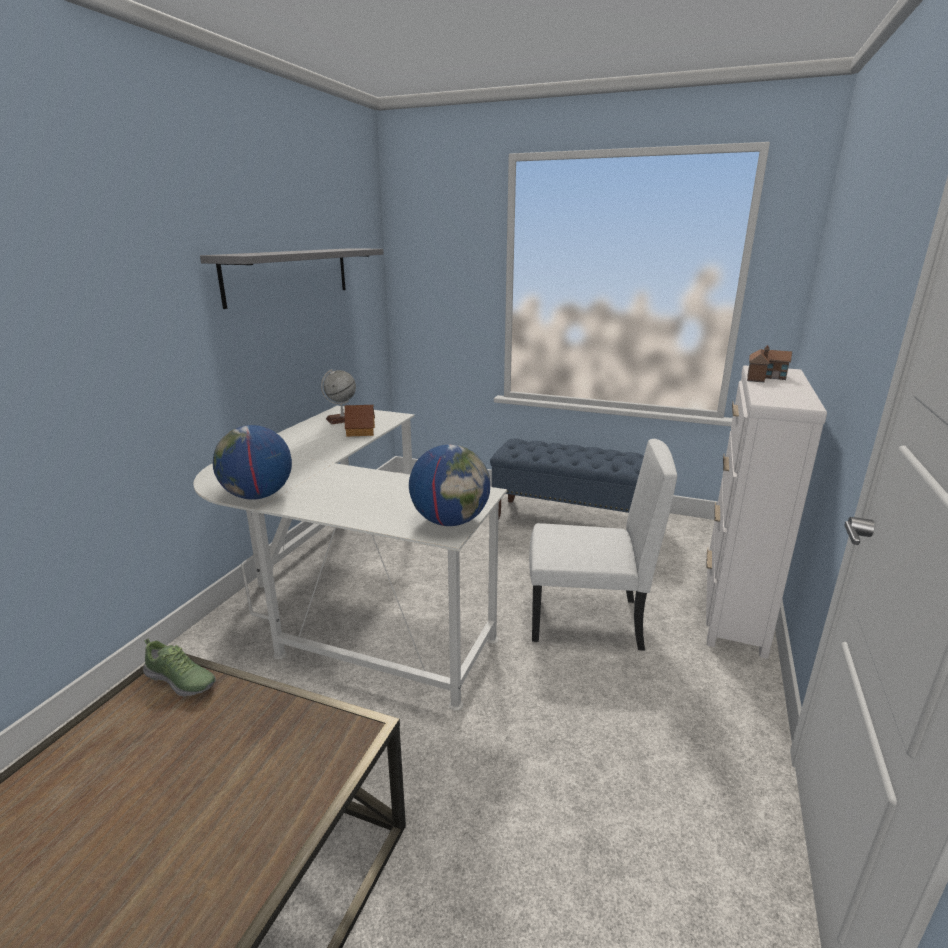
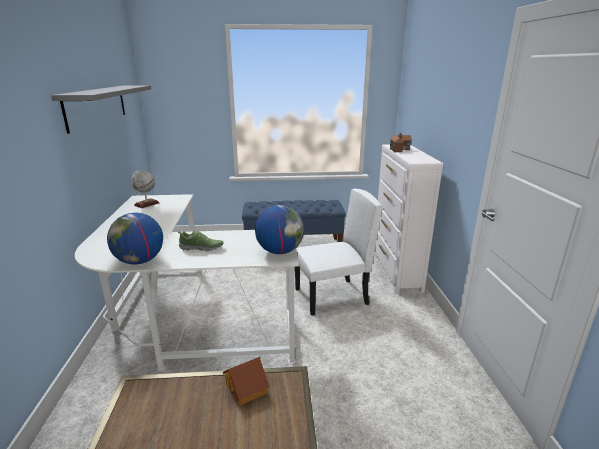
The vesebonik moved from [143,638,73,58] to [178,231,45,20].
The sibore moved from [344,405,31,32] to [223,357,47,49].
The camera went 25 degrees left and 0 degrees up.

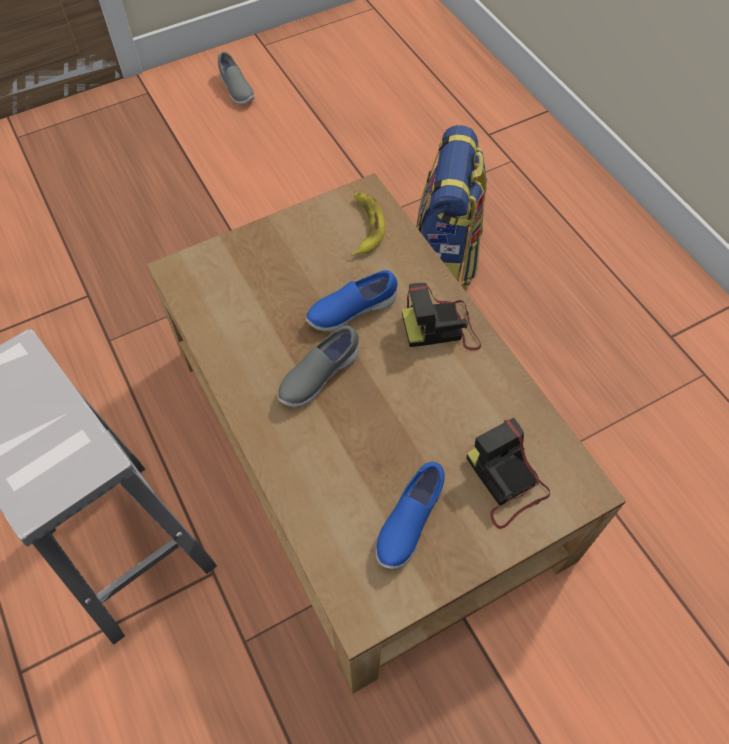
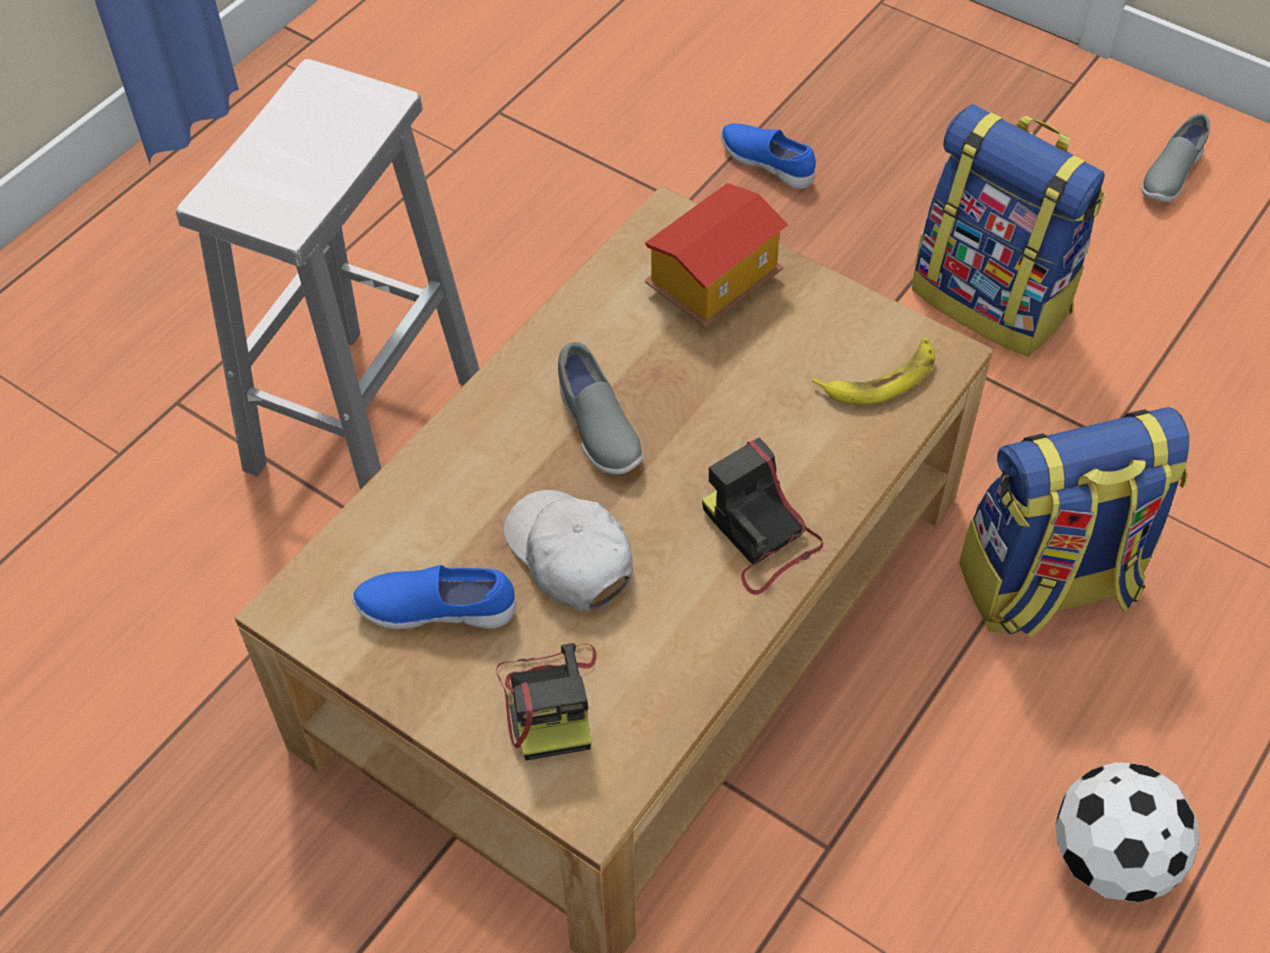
The grey vesebonik at [277,326,82,81] turned 135 degrees counterclockwise.
The blue vesebonik moved from [306,270,92,61] to [721,123,95,66].
The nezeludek at [467,418,83,111] turned 135 degrees clockwise.
The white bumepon at [503,490,130,121] appeared.
The sibore at [645,183,143,144] appeared.
The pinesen at [912,104,193,253] appeared.
The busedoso at [1055,762,144,140] appeared.
The camera went 65 degrees right and 5 degrees down.

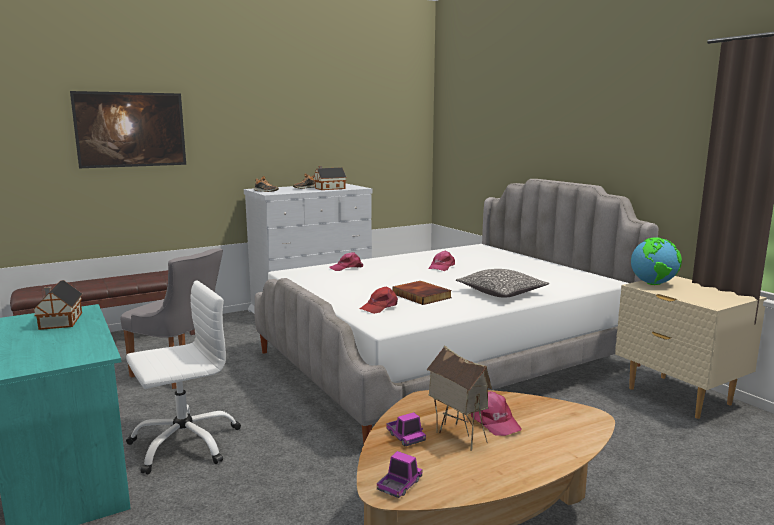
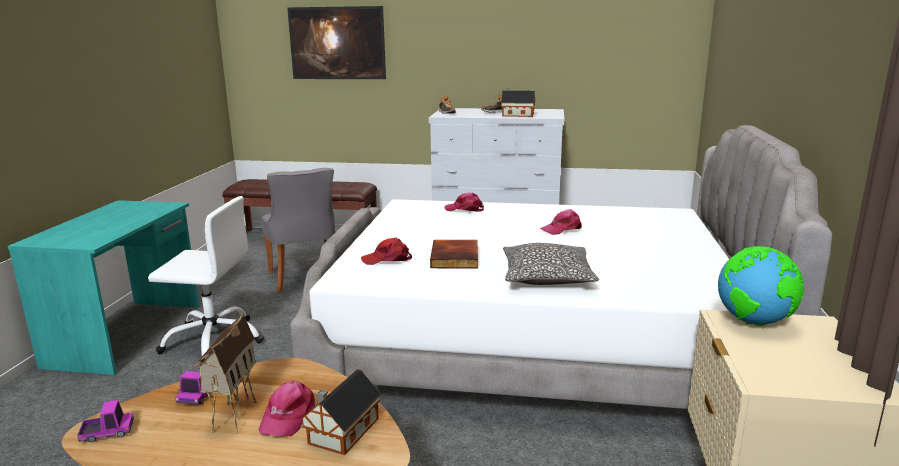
The sibore moved from [32,280,51,50] to [300,369,81,86].
The camera went 40 degrees right and 5 degrees up.

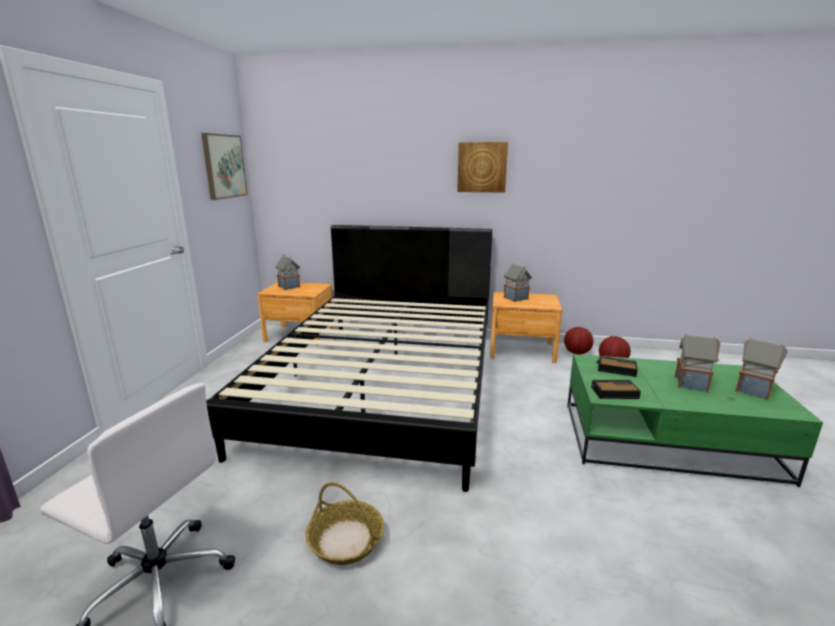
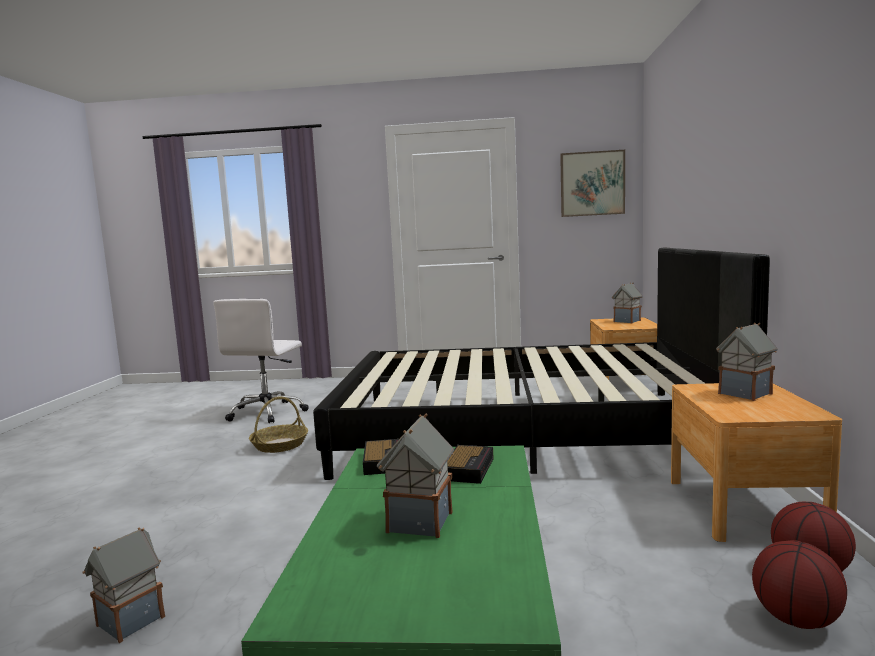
The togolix at [457,142,51,51] disappeared.
The sibore moved from [735,337,53,63] to [82,528,83,115].
The camera went 85 degrees right and 10 degrees down.

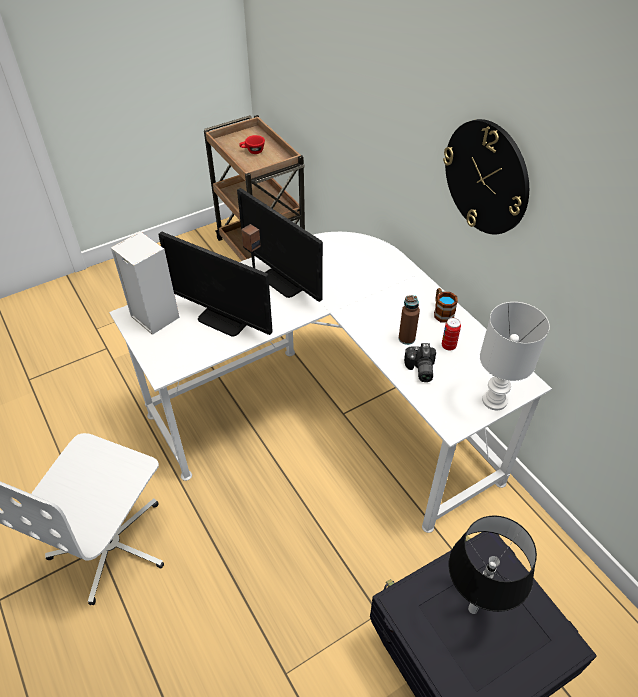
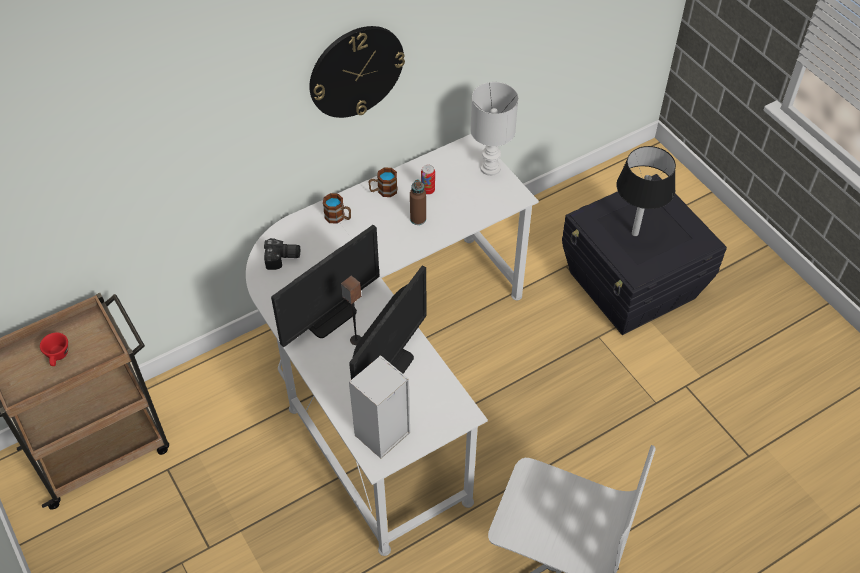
The nezeludek moved from [404,343,32,39] to [264,238,36,32].
The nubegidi at [323,193,28,31] appeared.
The camera went 90 degrees left and 5 degrees up.

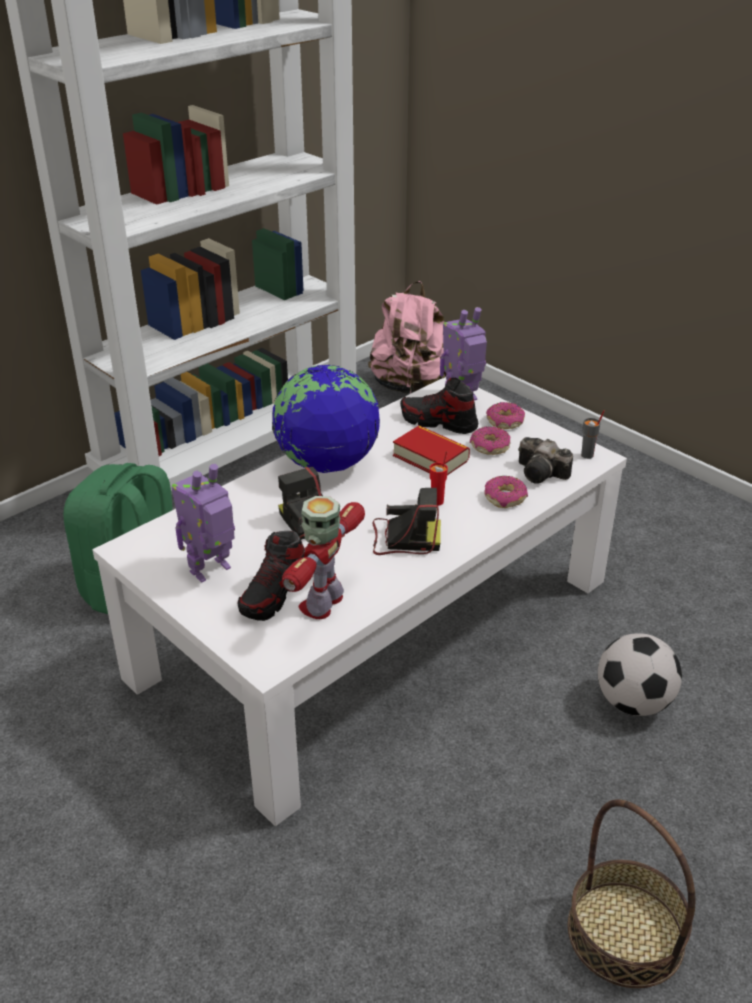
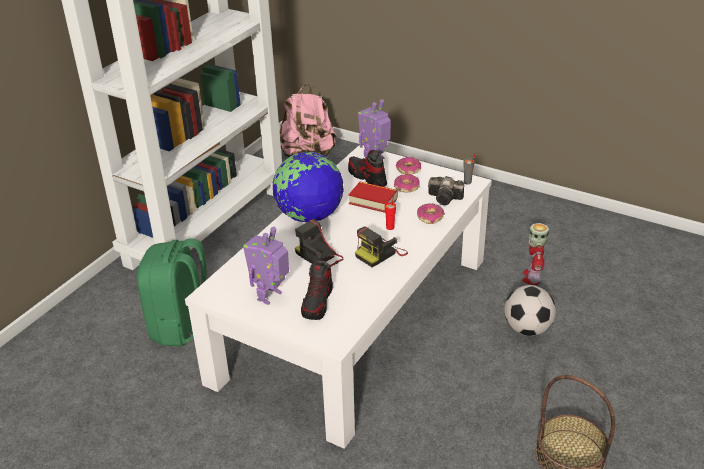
The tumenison moved from [282,496,83,123] to [522,223,28,62].
The nezeludek at [372,488,69,67] turned 150 degrees clockwise.
The vesebonik at [400,378,78,56] turned 45 degrees clockwise.
The camera went 15 degrees left and 0 degrees up.

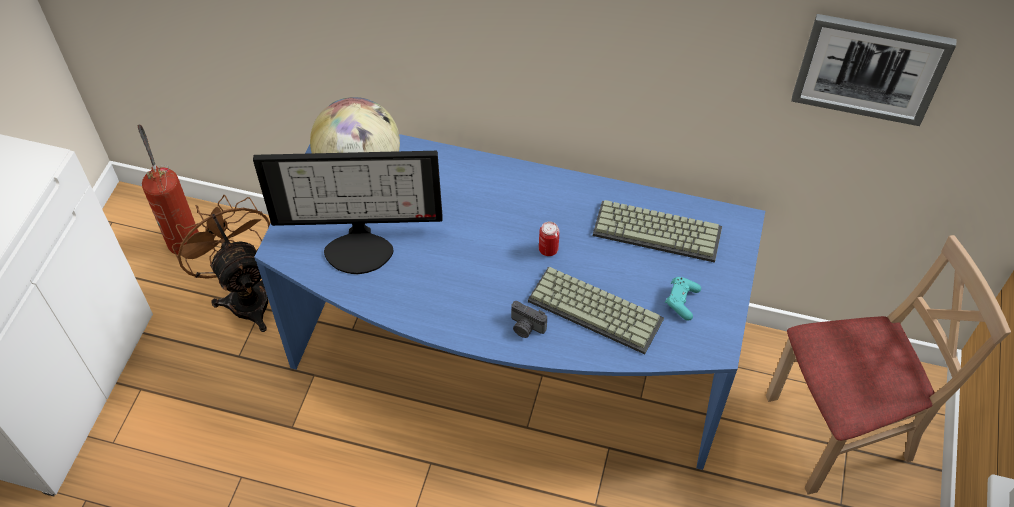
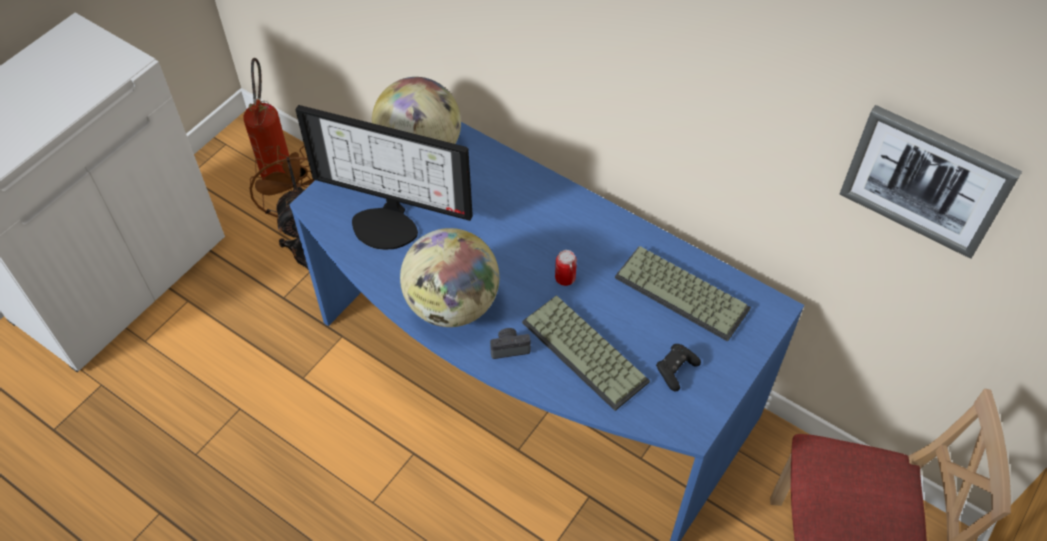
The nezeludek at [511,301,36,37] turned 120 degrees clockwise.
The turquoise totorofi at [665,277,36,44] became the black totorofi at [656,344,45,47].
The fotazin at [400,228,99,99] appeared.
The camera went 20 degrees right and 0 degrees up.

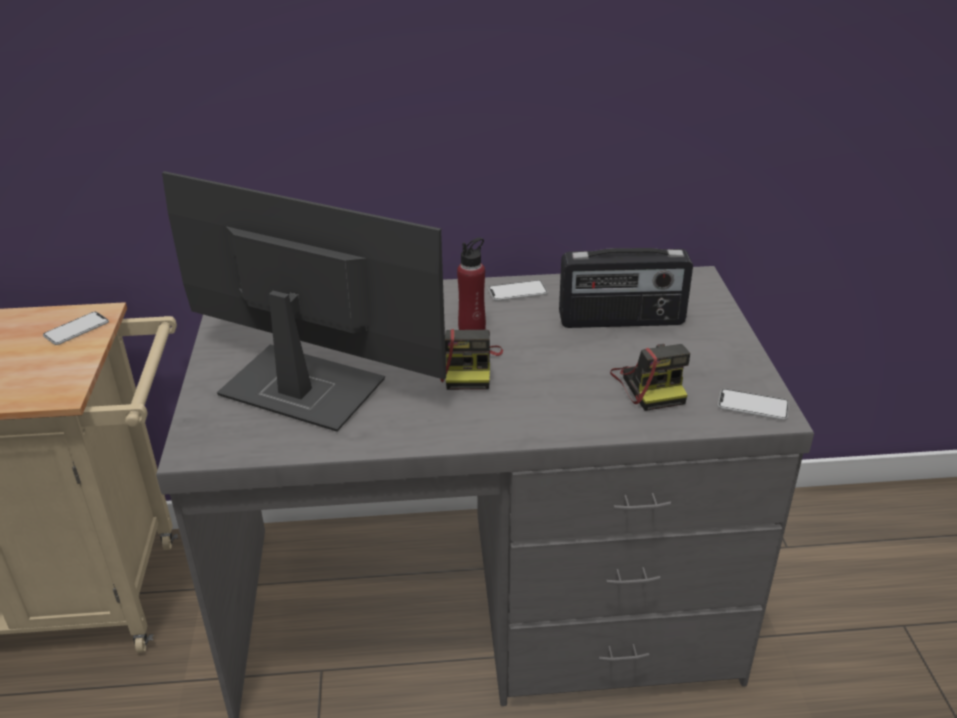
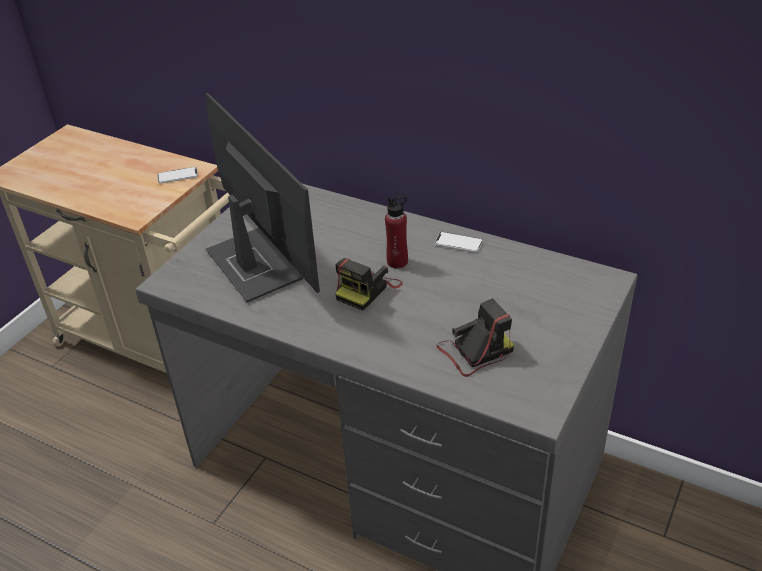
The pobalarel at [559,248,134,80] disappeared.
The nezeludek at [610,344,80,67] turned 135 degrees counterclockwise.
The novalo at [718,389,71,31] disappeared.
The camera went 35 degrees right and 5 degrees up.

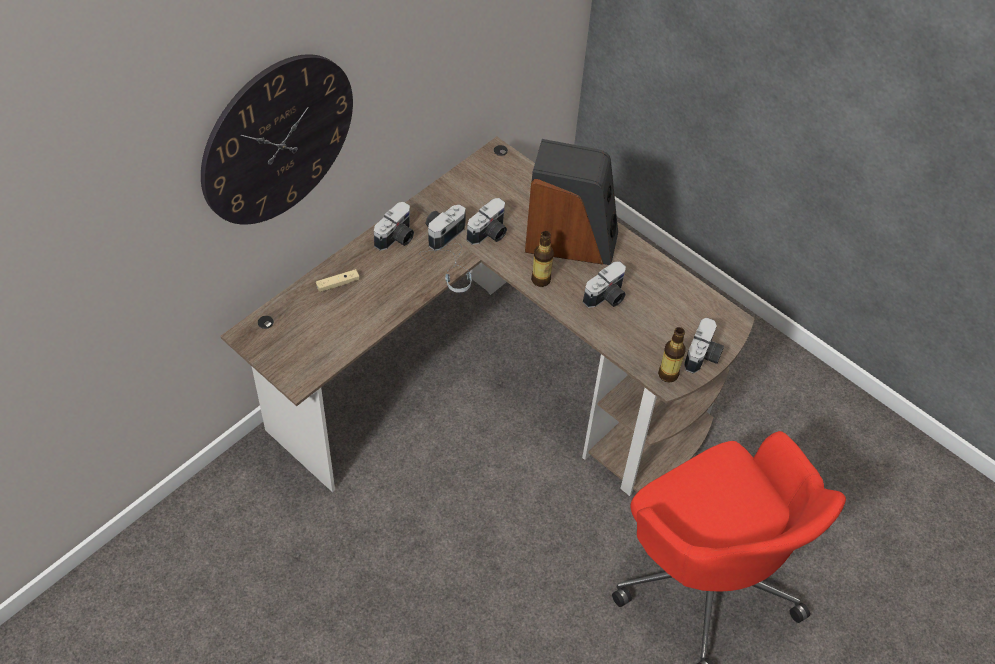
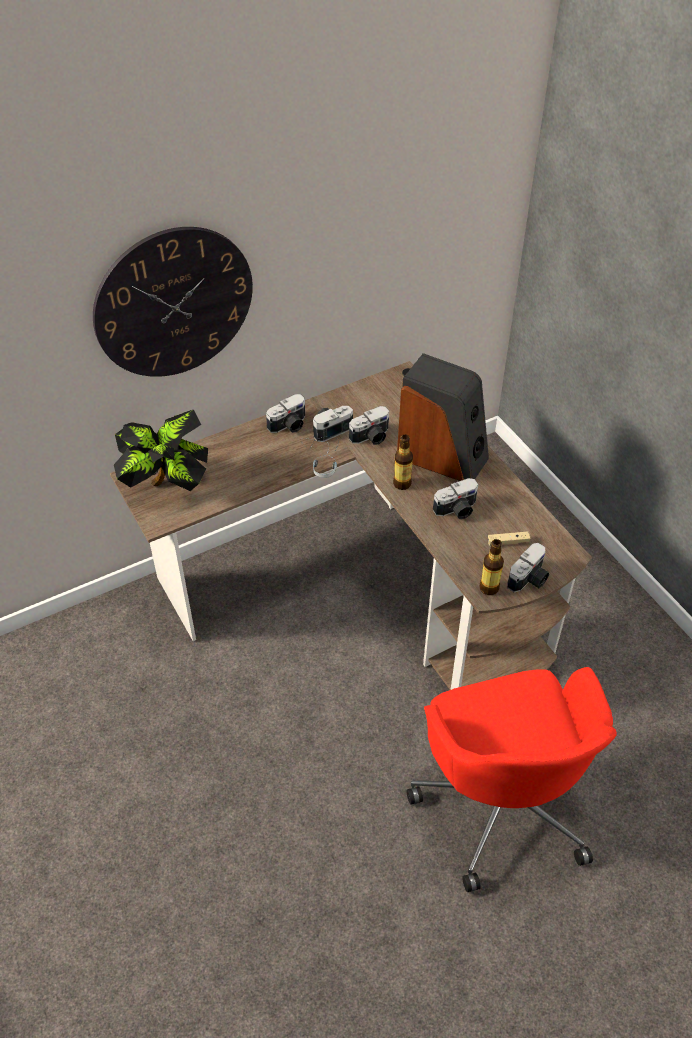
The beige totorofi moved from [316,269,44,23] to [488,531,42,15].
The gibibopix at [114,410,94,81] appeared.
The camera went 20 degrees right and 5 degrees down.

